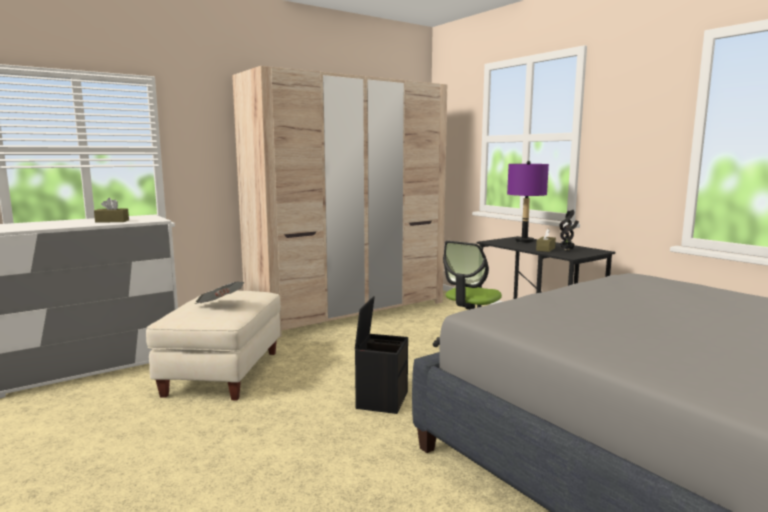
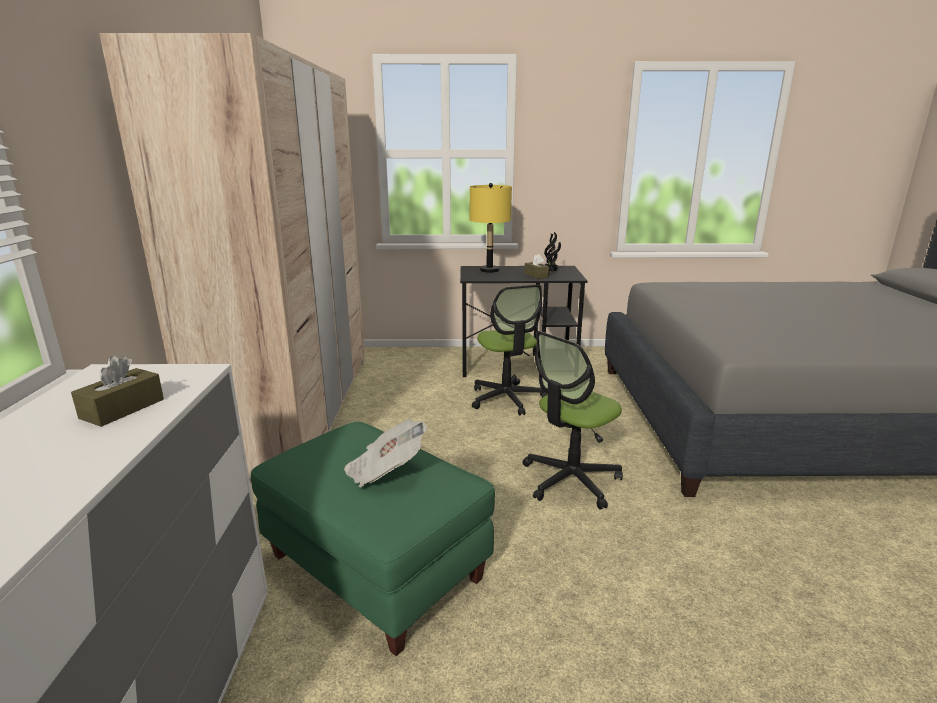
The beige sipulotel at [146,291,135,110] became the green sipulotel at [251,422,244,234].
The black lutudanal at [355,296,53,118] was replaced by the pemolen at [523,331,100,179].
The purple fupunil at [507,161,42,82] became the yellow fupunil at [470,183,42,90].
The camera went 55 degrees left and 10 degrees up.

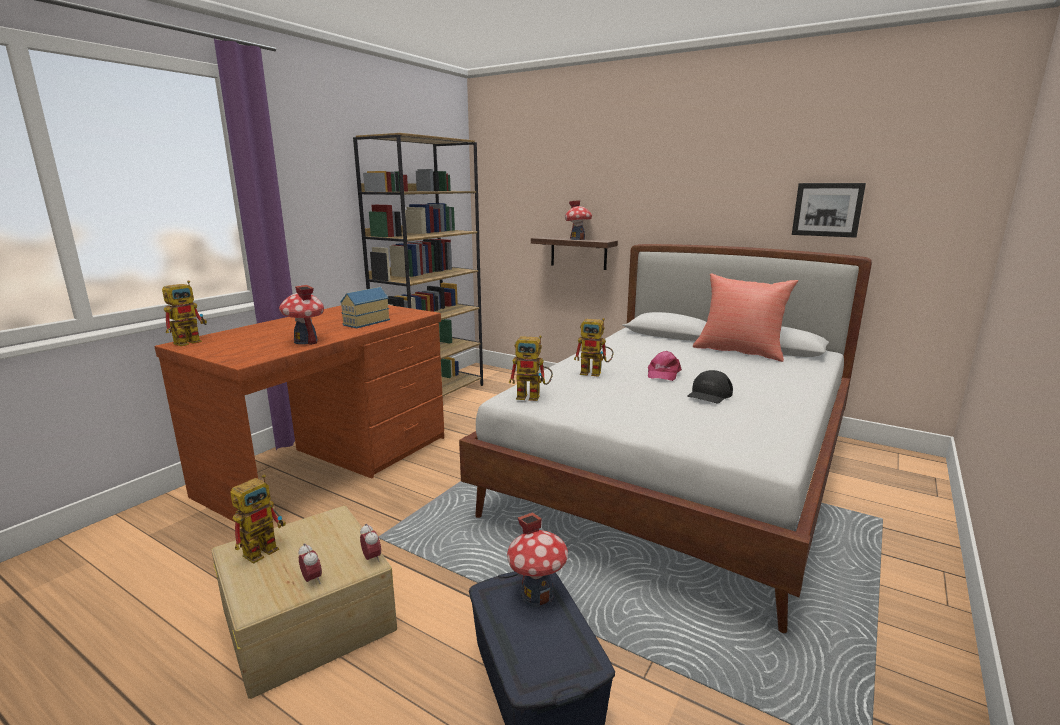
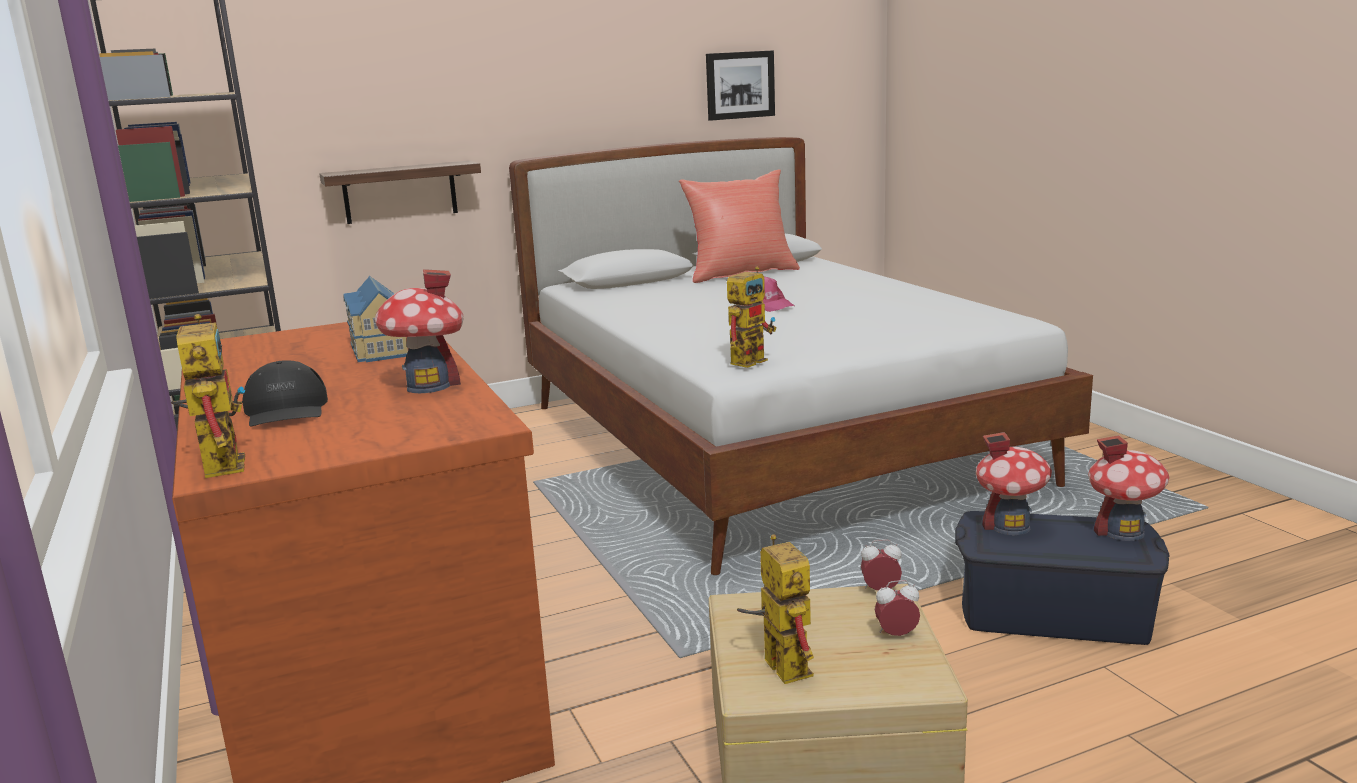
The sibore moved from [565,201,27,39] to [1088,435,81,106].
The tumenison at [574,318,40,59] disappeared.
The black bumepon moved from [687,370,46,33] to [242,360,86,67].
The camera went 55 degrees left and 0 degrees up.

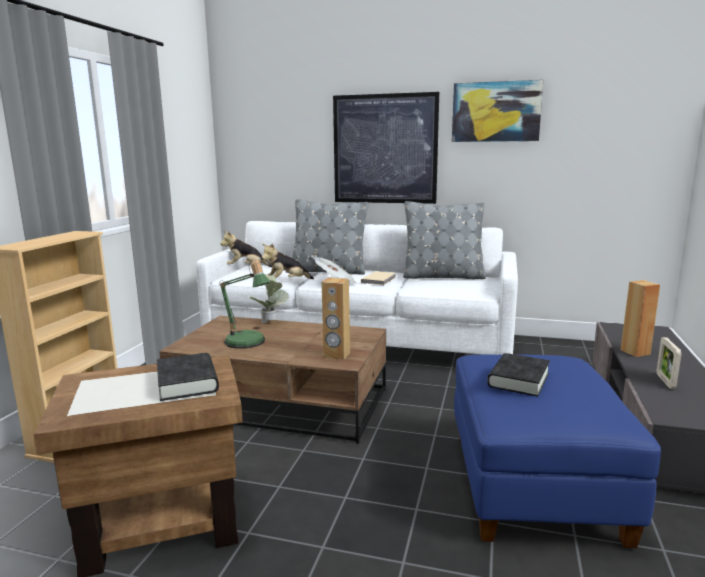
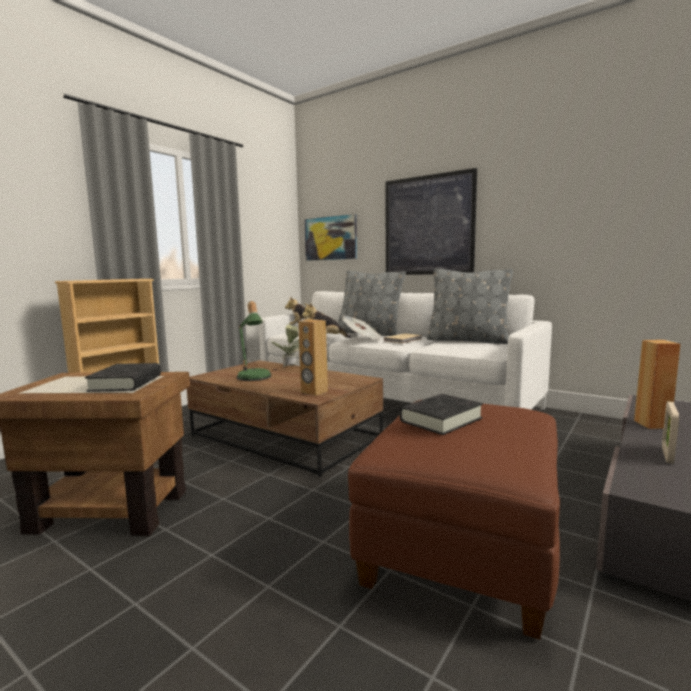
The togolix moved from [452,80,91,62] to [304,214,53,47].
The blue sipulotel at [454,354,207,194] became the brown sipulotel at [348,400,212,240].
The camera went 20 degrees right and 5 degrees down.

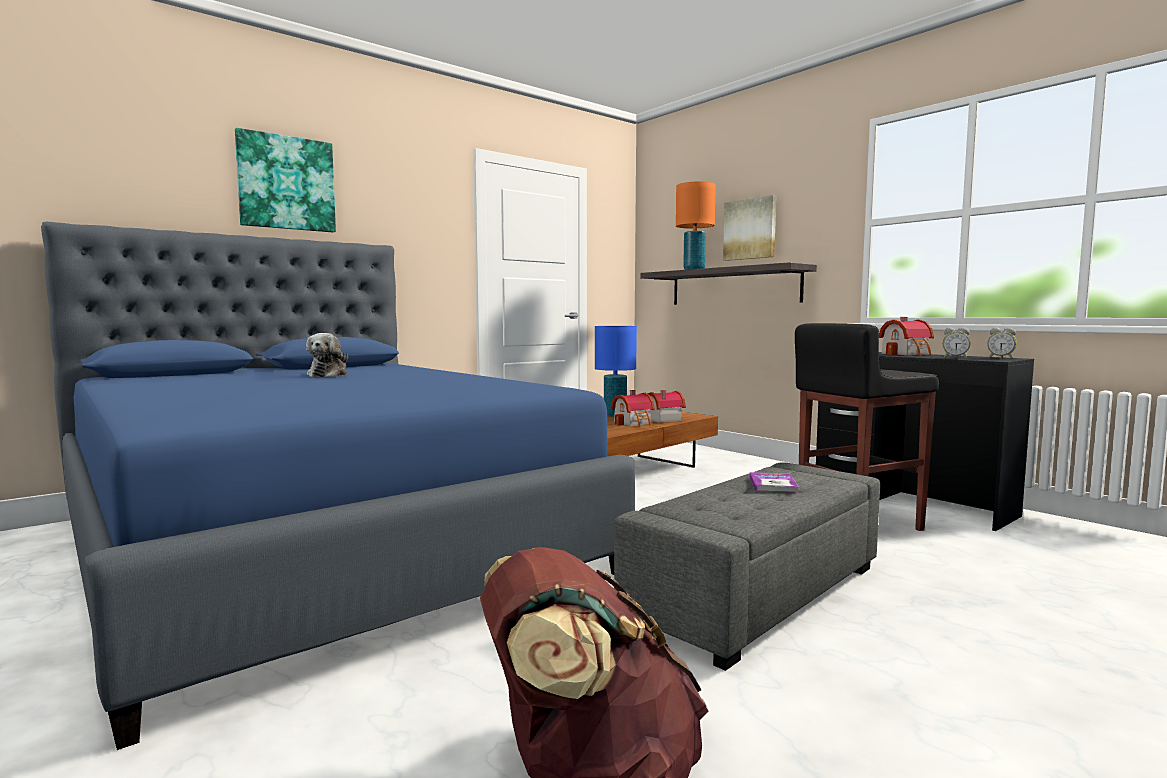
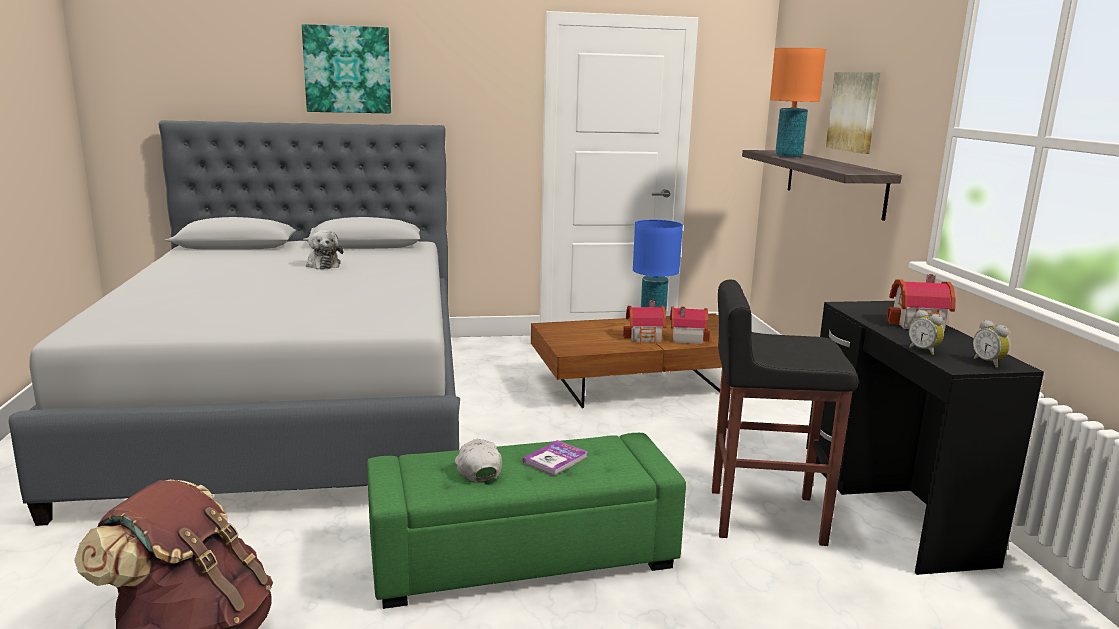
The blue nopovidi at [41,222,594,528] became the grey nopovidi at [9,120,451,406].
The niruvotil at [306,333,42,44] turned 60 degrees counterclockwise.
The grey sipulotel at [614,462,266,209] became the green sipulotel at [367,433,319,176].
The white bumepon at [455,439,47,43] appeared.
The camera went 30 degrees right and 10 degrees up.

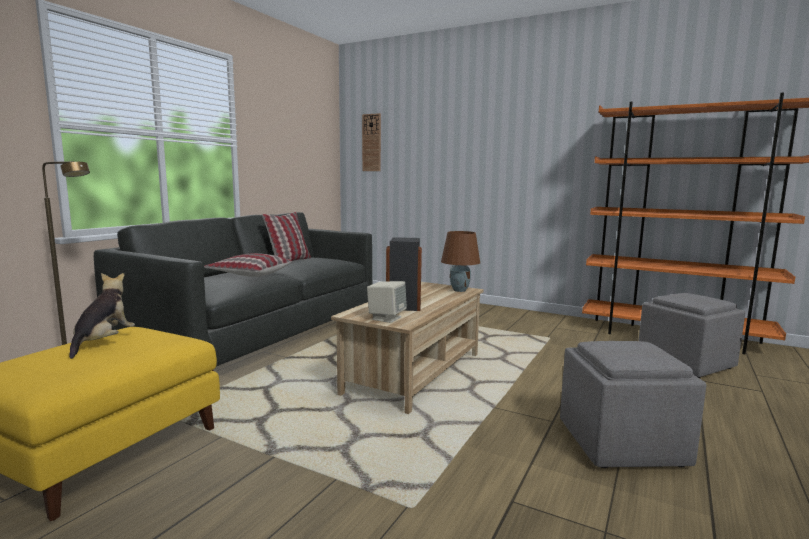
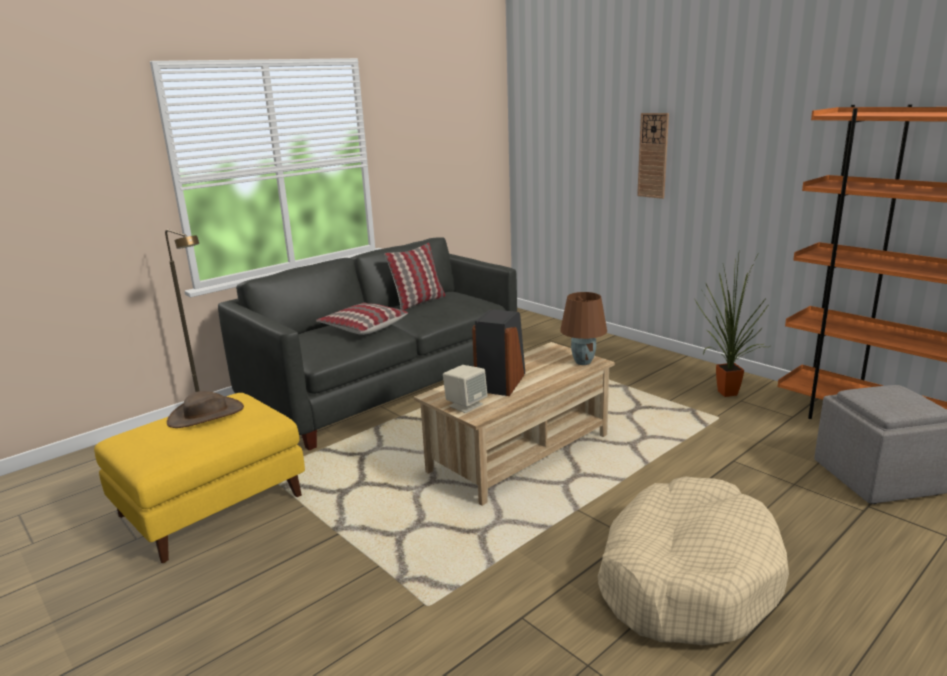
The niruvotil at [69,273,66,86] was replaced by the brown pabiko at [167,391,77,37].
The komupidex moved from [362,113,19,58] to [637,113,32,86].
The grey sipulotel at [560,341,146,127] was replaced by the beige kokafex at [598,477,191,168].
The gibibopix at [694,255,76,142] appeared.
The camera went 20 degrees right and 10 degrees up.

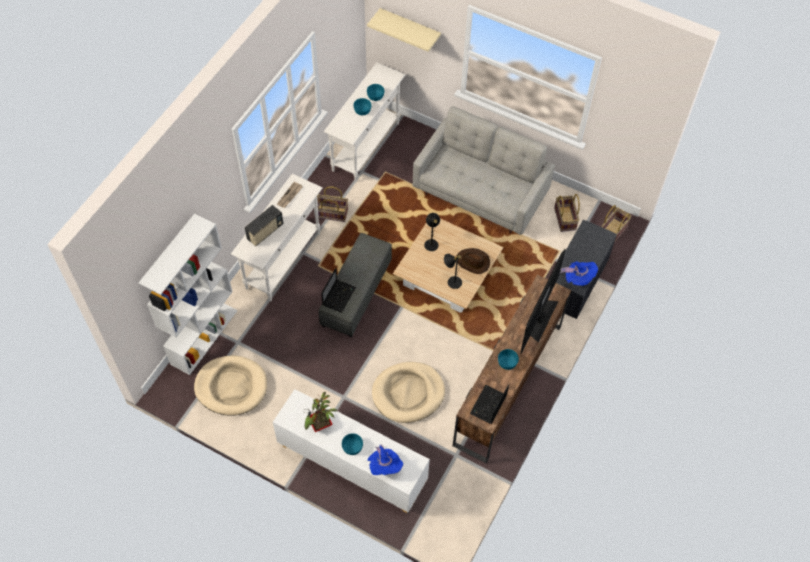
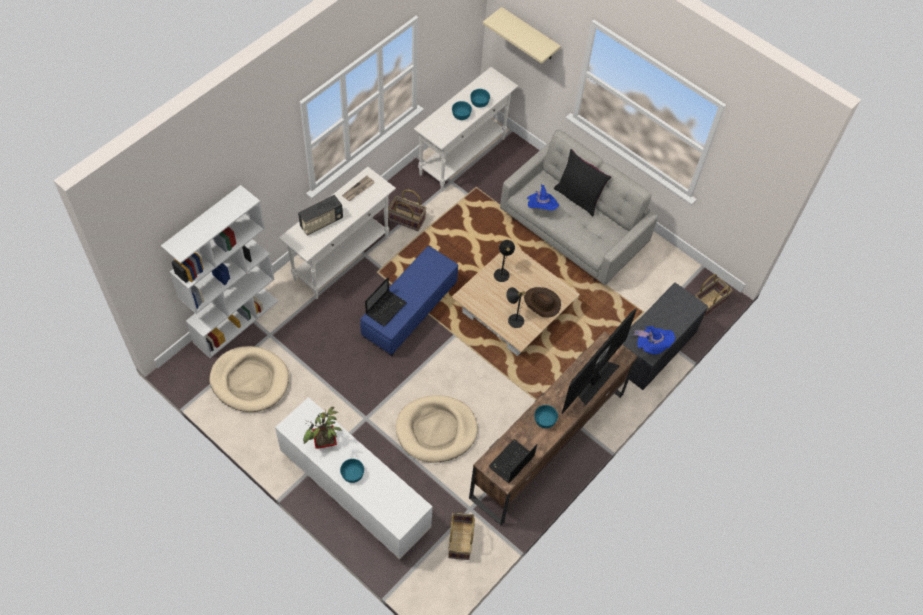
The grey sipulotel at [319,233,73,104] became the blue sipulotel at [360,246,98,110].
The blue pabiko moved from [367,444,36,31] to [527,184,32,27].
The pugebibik moved from [554,194,26,38] to [448,512,27,48].
The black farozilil at [554,149,58,68] appeared.
The camera went 10 degrees right and 0 degrees up.

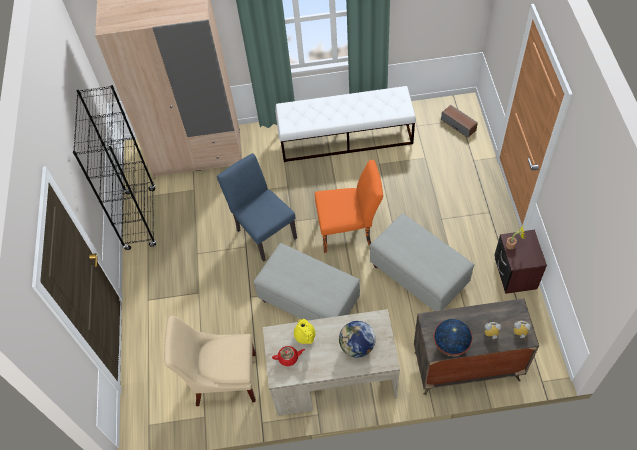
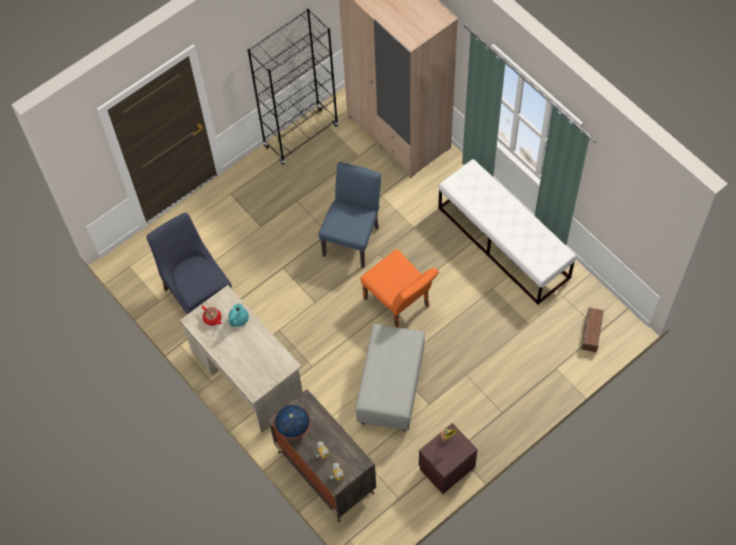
The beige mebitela at [164,316,92,90] became the blue mebitela at [146,213,86,101].
The grey sipulotel at [253,243,107,78] disappeared.
The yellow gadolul at [294,319,21,25] became the turquoise gadolul at [228,304,21,23].
The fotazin at [339,321,37,37] disappeared.
The camera went 55 degrees right and 5 degrees up.

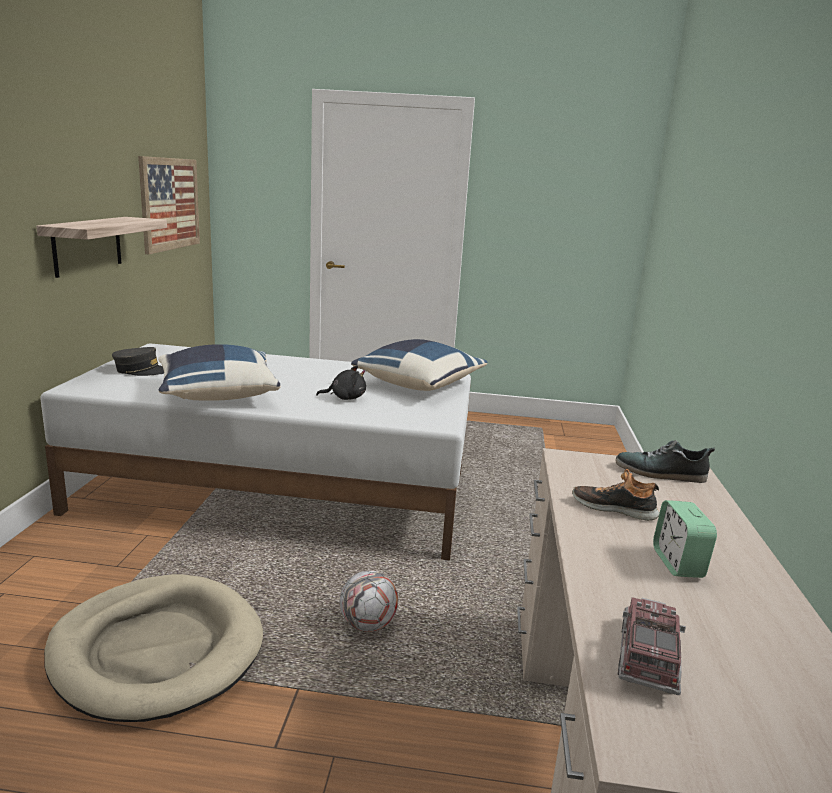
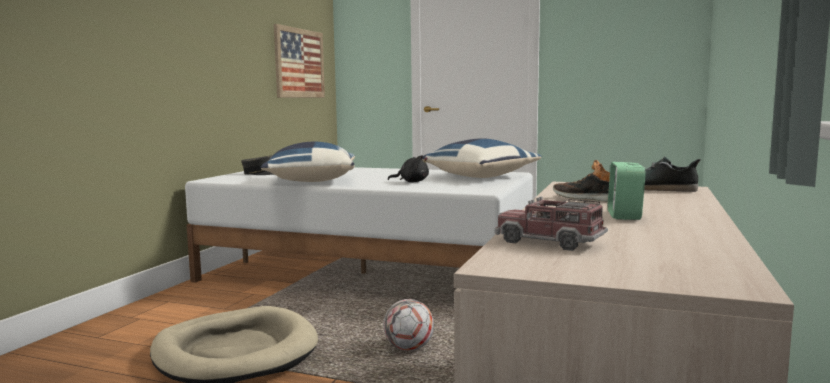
The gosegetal at [36,217,131,61] disappeared.
The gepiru at [618,597,68,98] turned 90 degrees counterclockwise.
The camera went 15 degrees right and 10 degrees down.

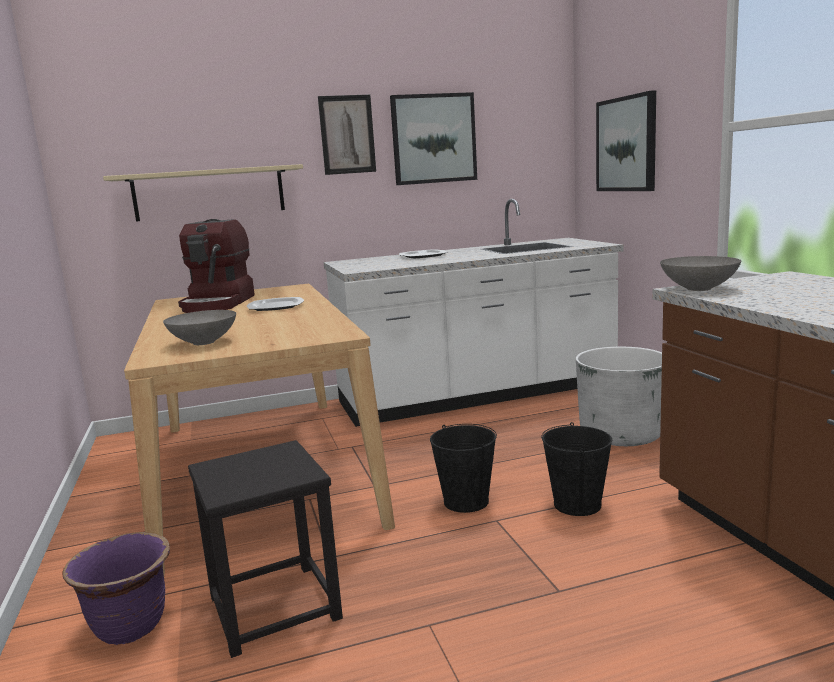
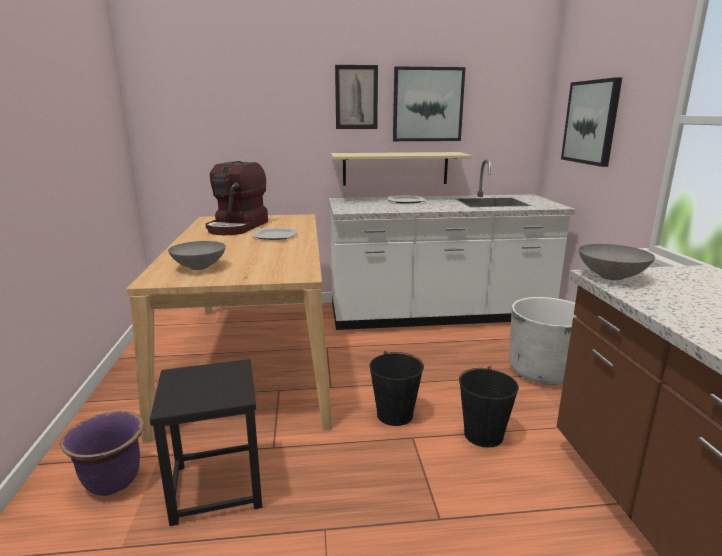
The beige gosegetal moved from [103,164,200,58] to [331,152,141,34].
The camera went 10 degrees right and 5 degrees up.

